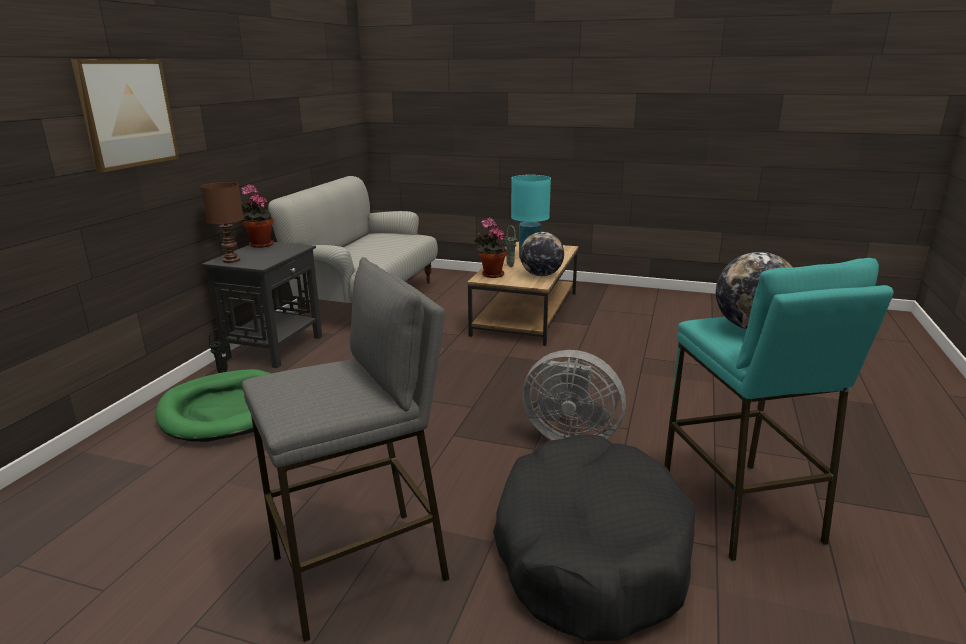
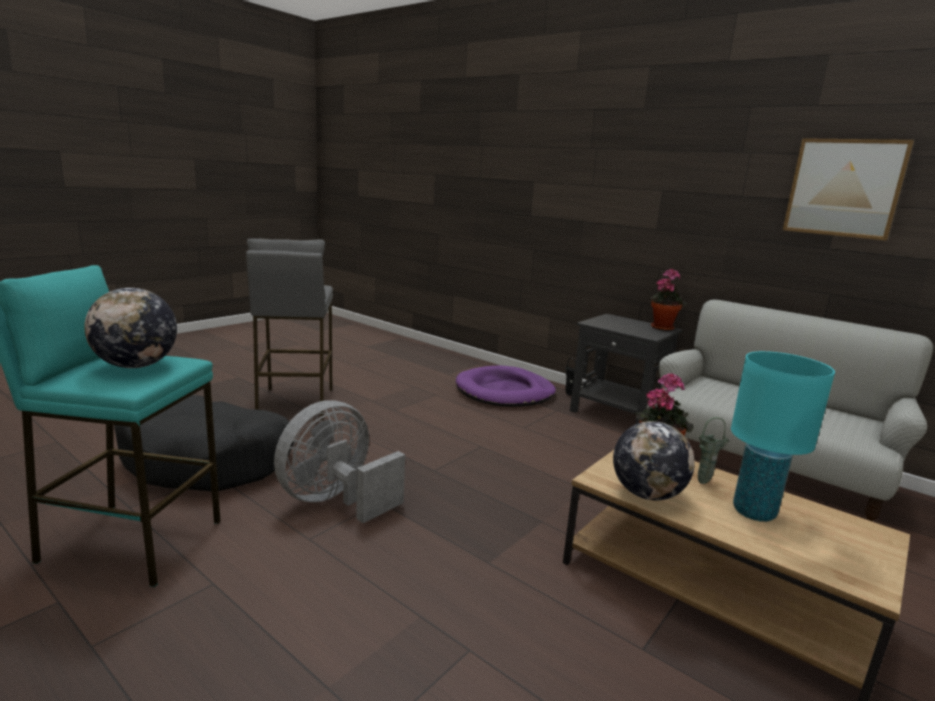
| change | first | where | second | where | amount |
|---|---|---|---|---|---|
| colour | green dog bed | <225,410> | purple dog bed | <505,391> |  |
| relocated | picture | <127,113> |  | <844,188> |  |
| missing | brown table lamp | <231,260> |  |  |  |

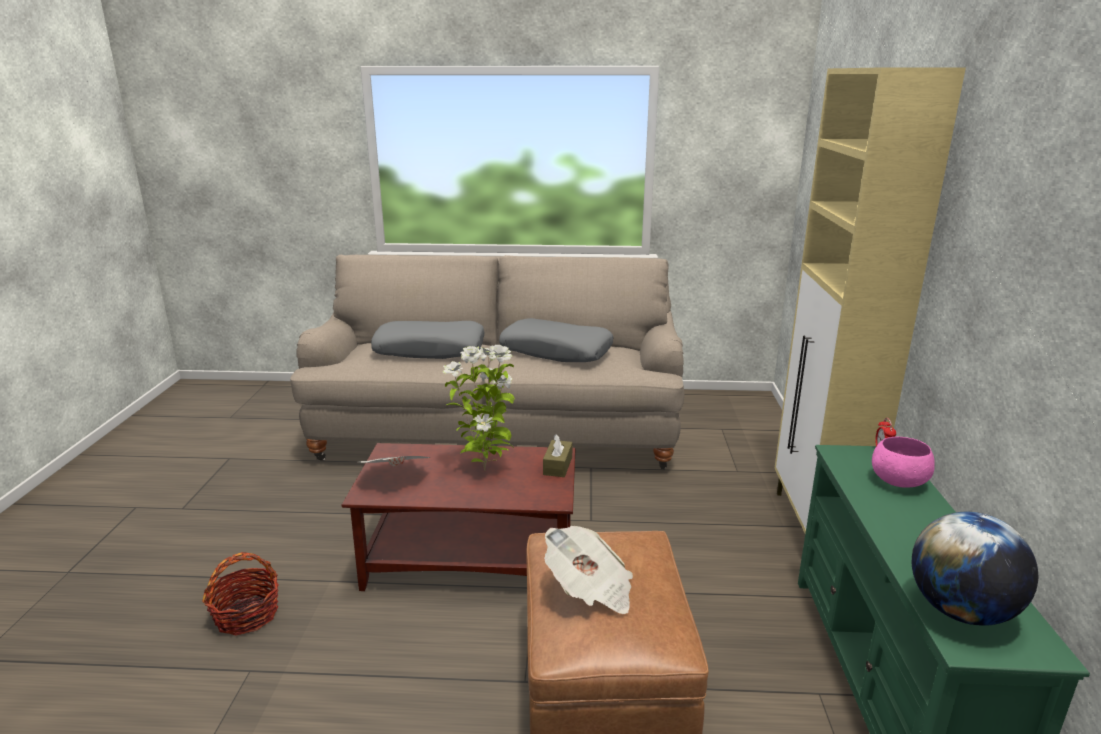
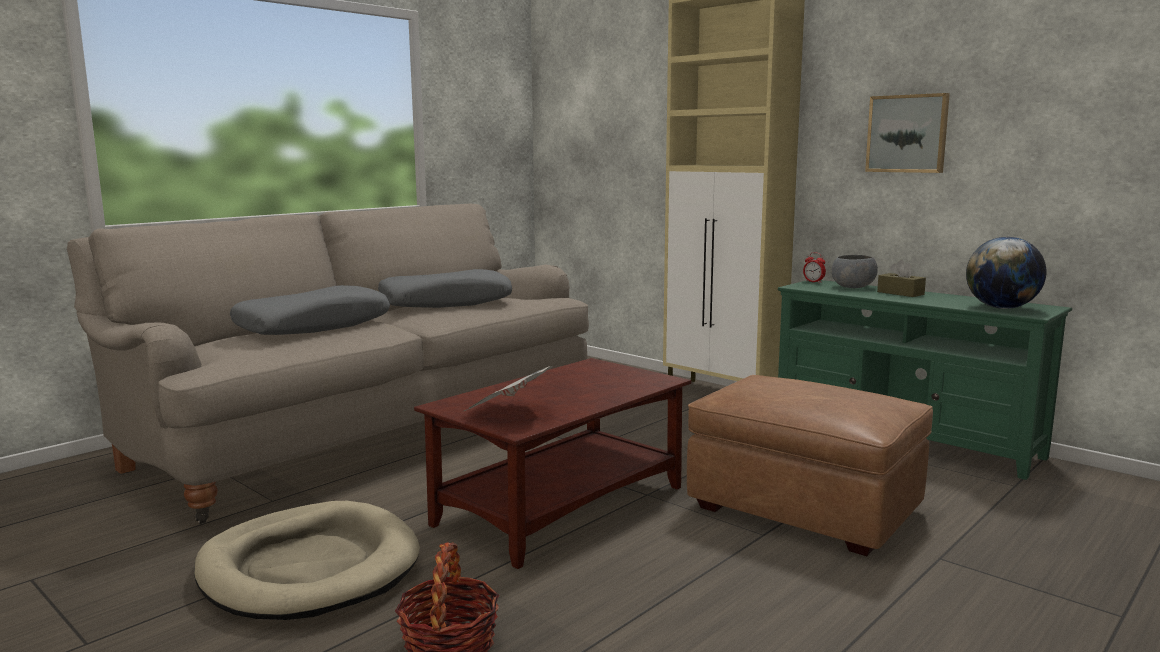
| change | first | where | second | where | amount |
|---|---|---|---|---|---|
| appeared |  |  | beige dog bed | <309,568> |  |
| colour | pink bowl | <898,481> | grey bowl | <852,287> |  |
| appeared |  |  | picture | <907,133> |  |
| relocated | brown tissue box | <557,466> |  | <900,293> |  |
| missing | potted plant | <485,469> |  |  |  |
| missing | newspaper | <590,589> |  |  |  |

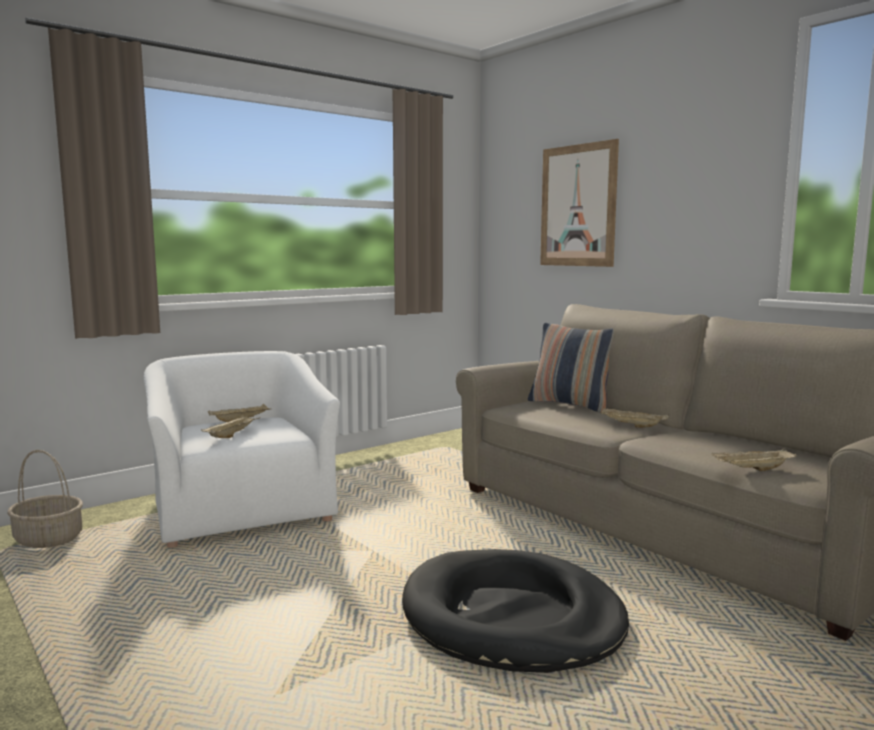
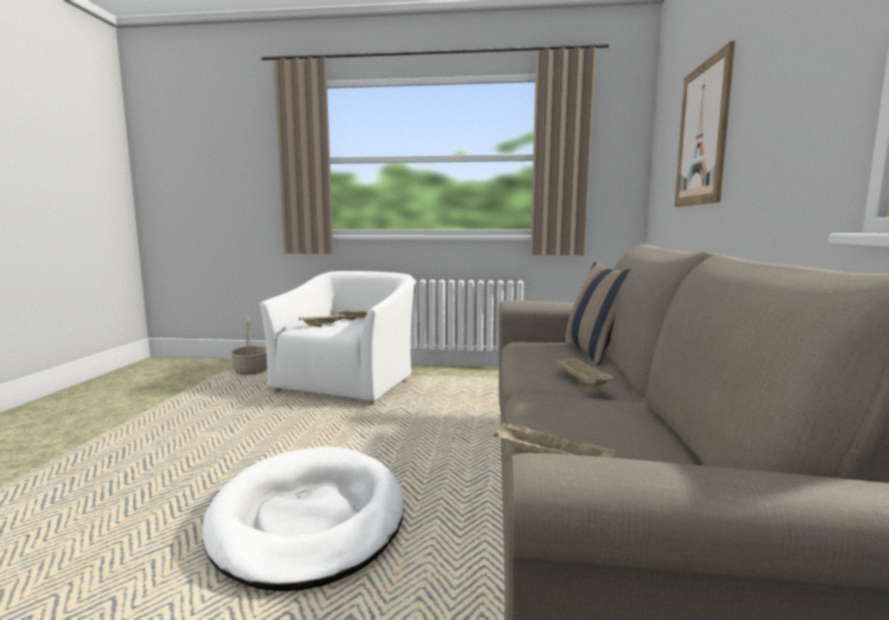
| change | first | where | second | where | amount |
|---|---|---|---|---|---|
| colour | black dog bed | <511,617> | white dog bed | <308,519> |  |

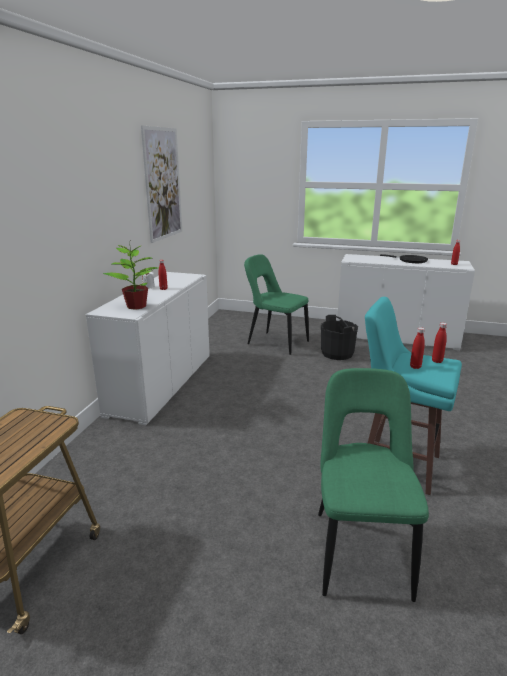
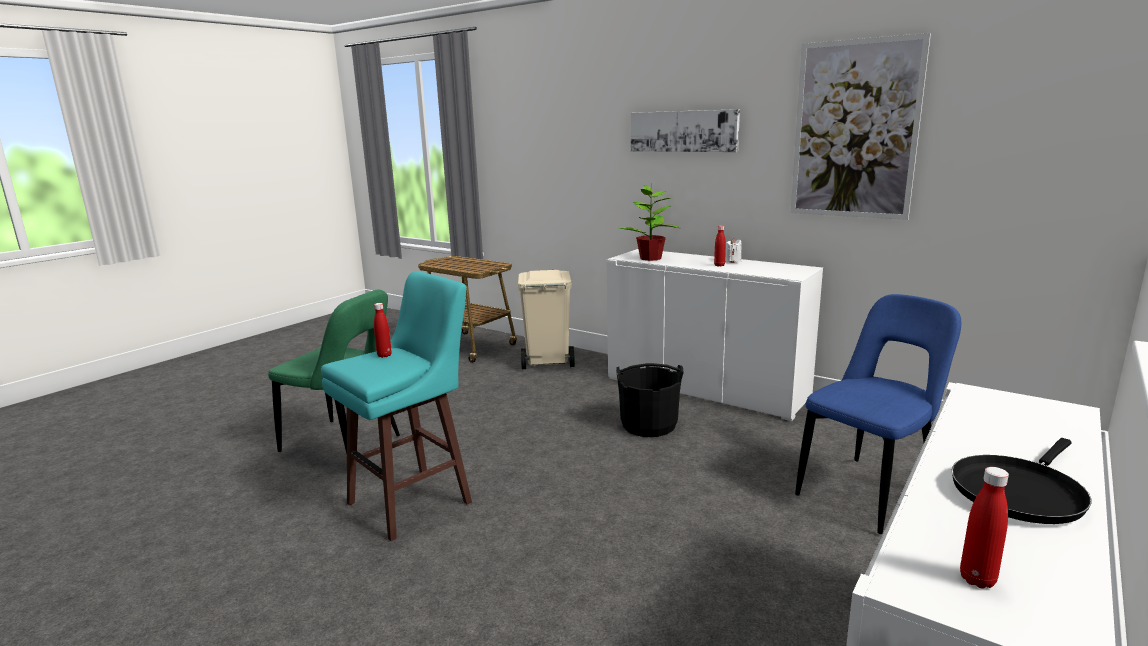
| change | first | where | second | where | amount |
|---|---|---|---|---|---|
| appeared |  |  | beige trash can | <547,363> |  |
| relocated | black bucket | <337,353> |  | <648,425> |  |
| appeared |  |  | picture | <683,131> |  |
| colour | green chair | <275,342> | blue chair | <870,492> |  |
| missing | red bottle | <437,361> |  |  |  |

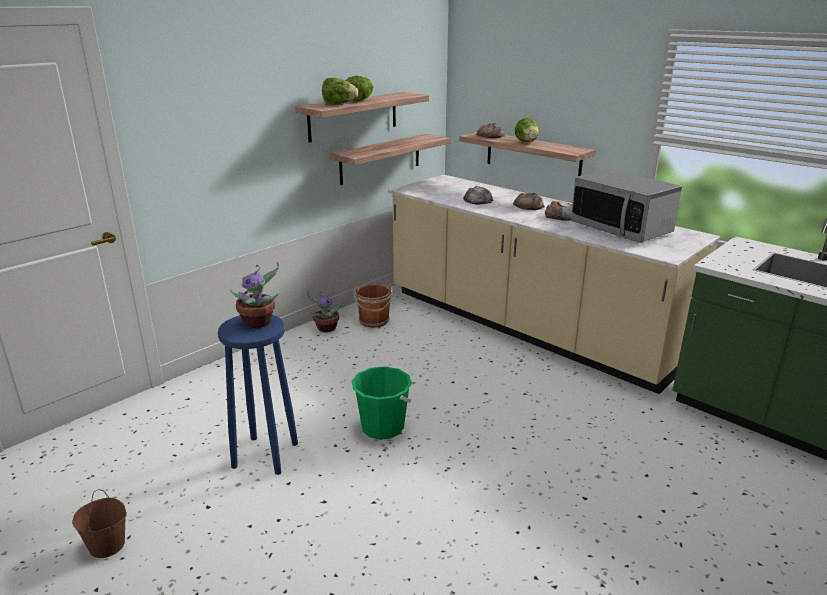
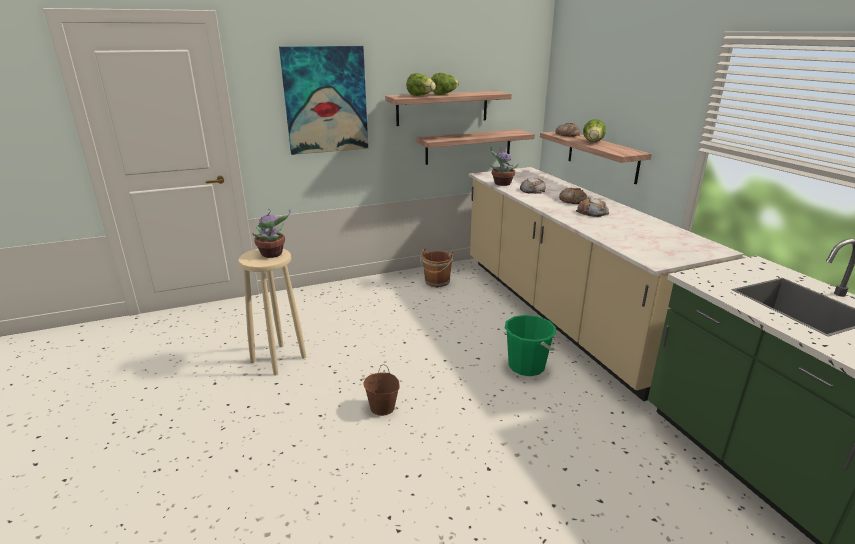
| change | first | where | second | where | amount |
|---|---|---|---|---|---|
| colour | blue stool | <266,454> | beige stool | <279,359> |  |
| appeared |  |  | picture | <326,100> |  |
| relocated | brown bucket | <108,545> |  | <383,407> |  |
| relocated | potted plant | <325,328> |  | <501,184> |  |
| relocated | green bucket | <382,427> |  | <526,366> |  |
| missing | microwave | <621,229> |  |  |  |

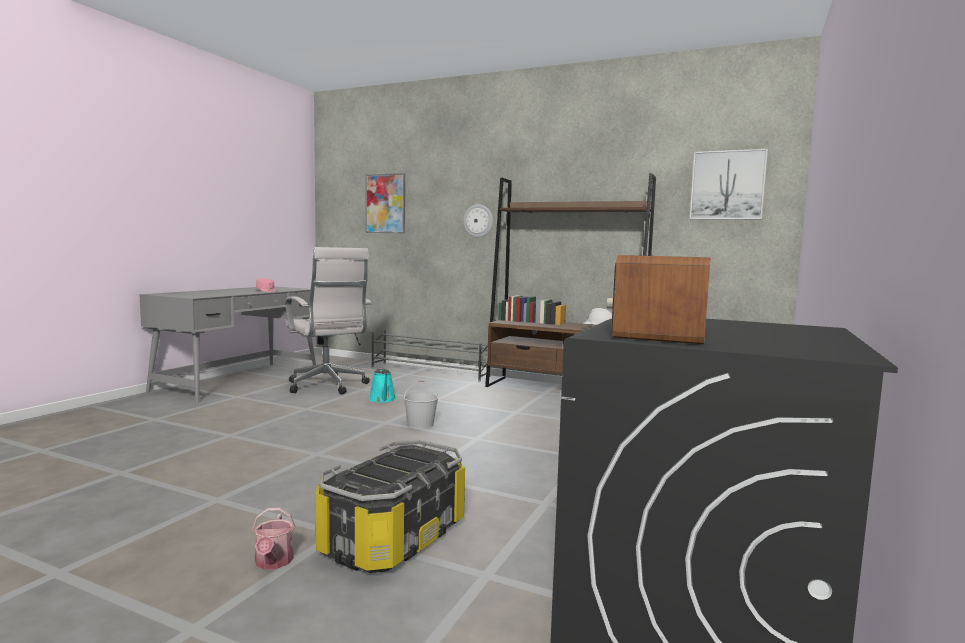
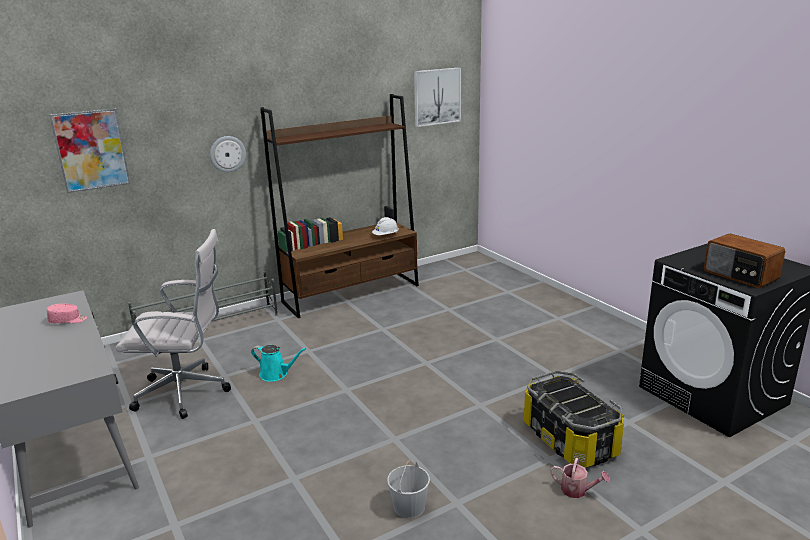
| change | first | where | second | where | amount |
|---|---|---|---|---|---|
| relocated | white bucket | <421,424> |  | <409,506> |  |

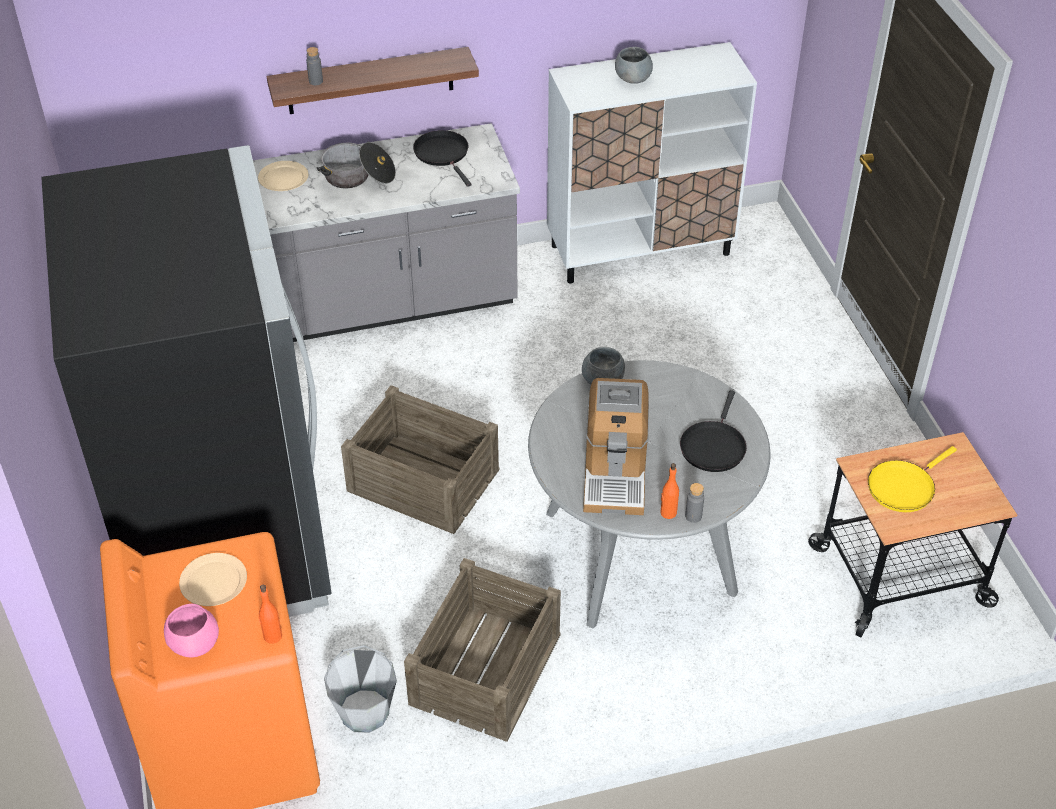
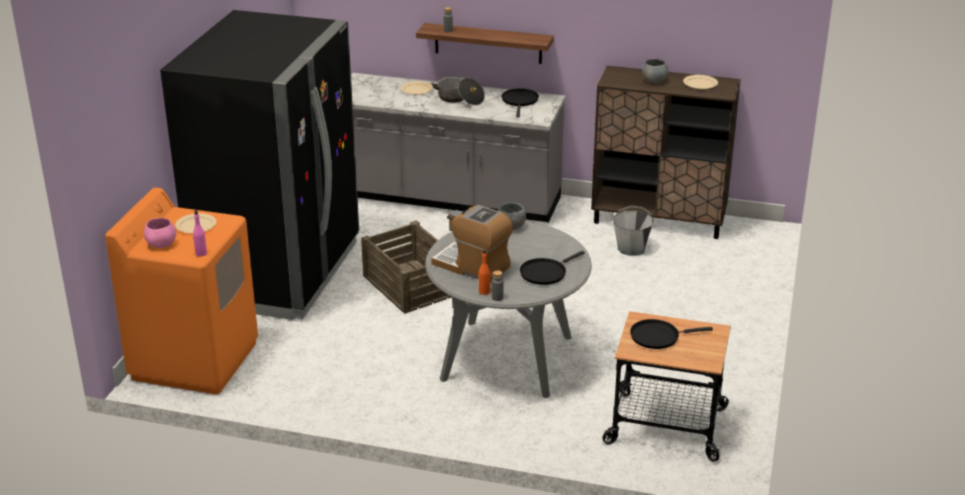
| change | first | where | second | where | amount |
|---|---|---|---|---|---|
| colour | orange bottle | <272,636> | pink bottle | <201,253> |  |
| spun | coffee machine | <615,473> |  | <472,266> | 90 degrees clockwise |
| colour | white cabinet | <641,249> | brown cabinet | <659,220> |  |
| relocated | grey bucket | <365,711> |  | <631,248> |  |
| colour | yellow frying pan | <903,487> | black frying pan | <658,337> |  |
| appeared |  |  | beige plate | <700,84> |  |
| missing | crate | <484,669> |  |  |  |

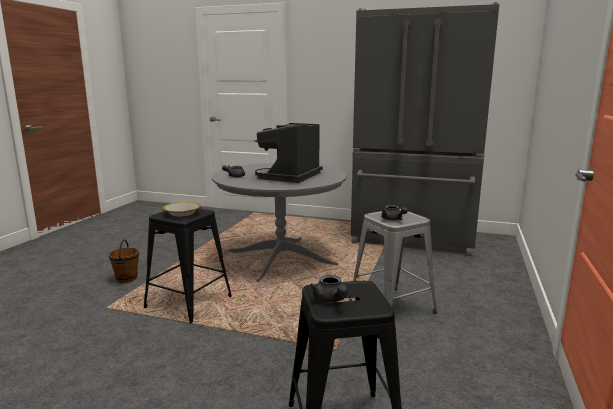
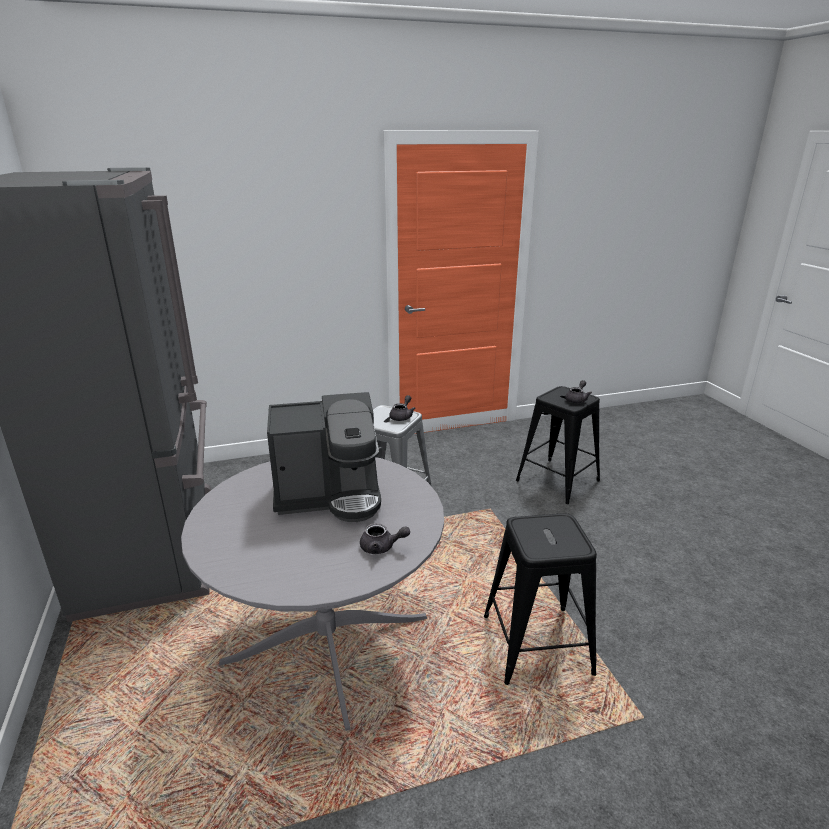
| change | first | where | second | where | amount |
|---|---|---|---|---|---|
| missing | brown bucket | <127,279> |  |  |  |
| missing | bowl | <182,214> |  |  |  |

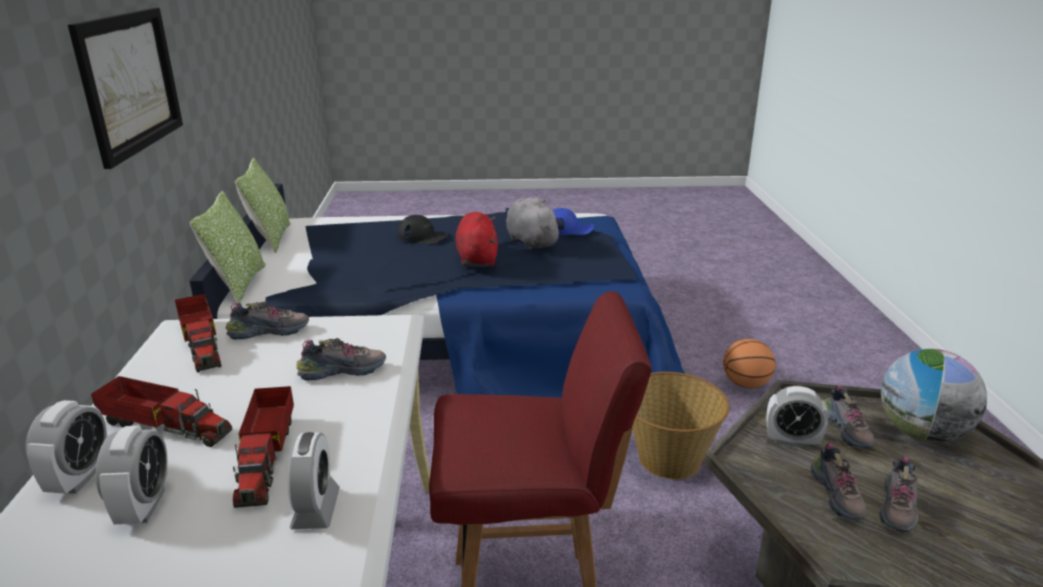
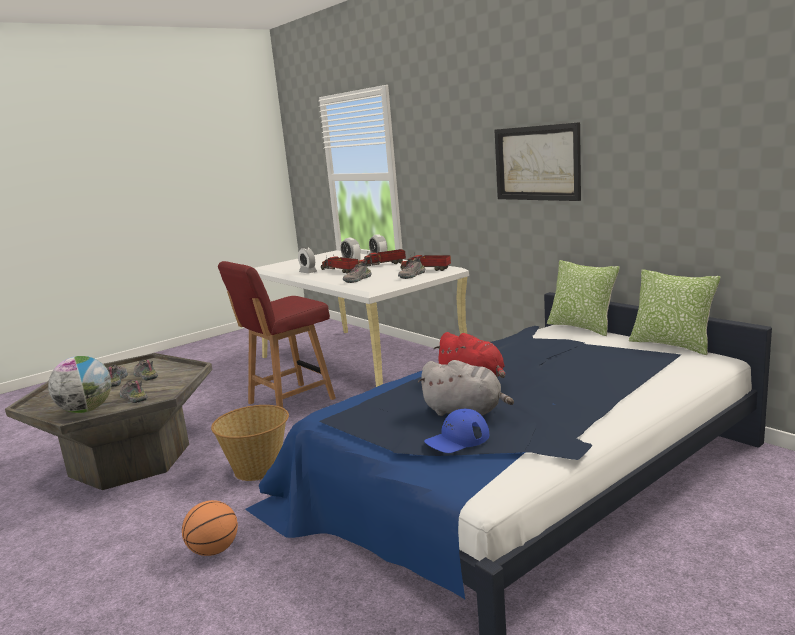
| change | first | where | second | where | amount |
|---|---|---|---|---|---|
| missing | black cap | <422,237> |  |  |  |
| missing | alarm clock | <791,441> |  |  |  |

